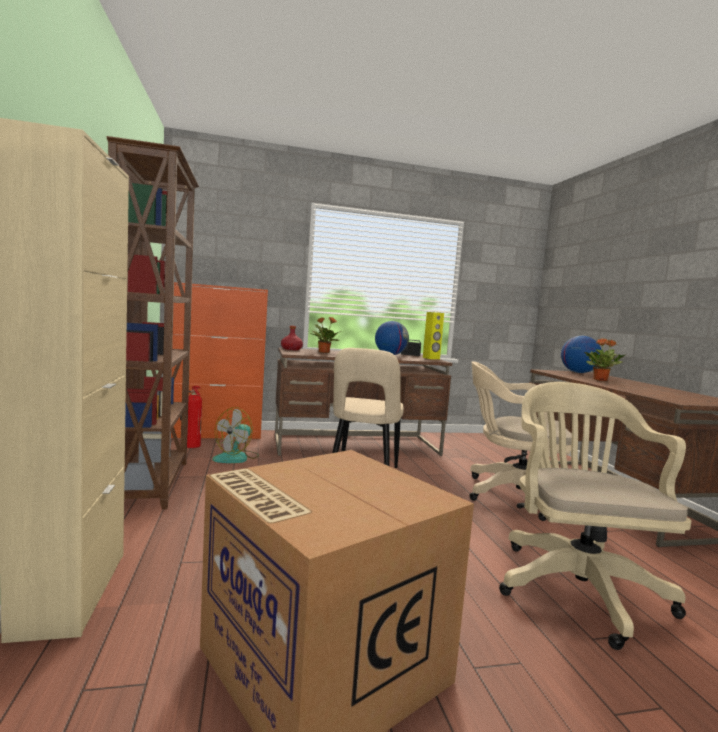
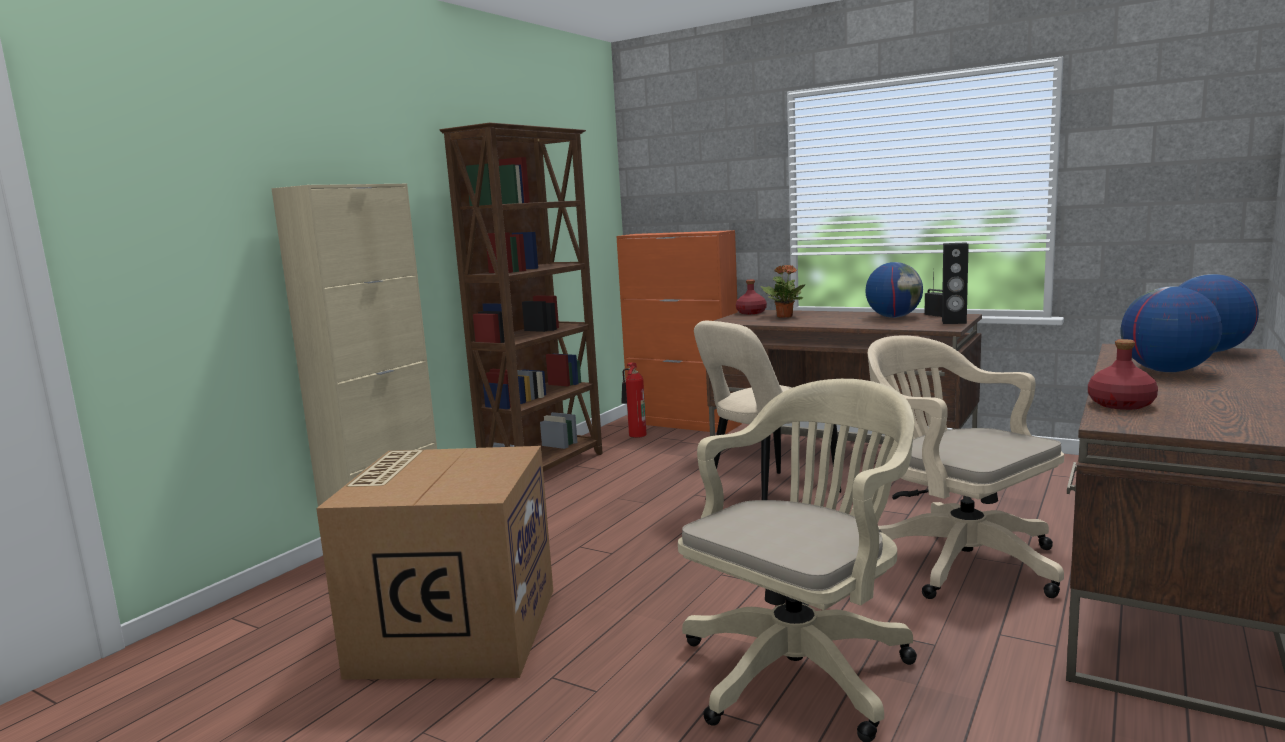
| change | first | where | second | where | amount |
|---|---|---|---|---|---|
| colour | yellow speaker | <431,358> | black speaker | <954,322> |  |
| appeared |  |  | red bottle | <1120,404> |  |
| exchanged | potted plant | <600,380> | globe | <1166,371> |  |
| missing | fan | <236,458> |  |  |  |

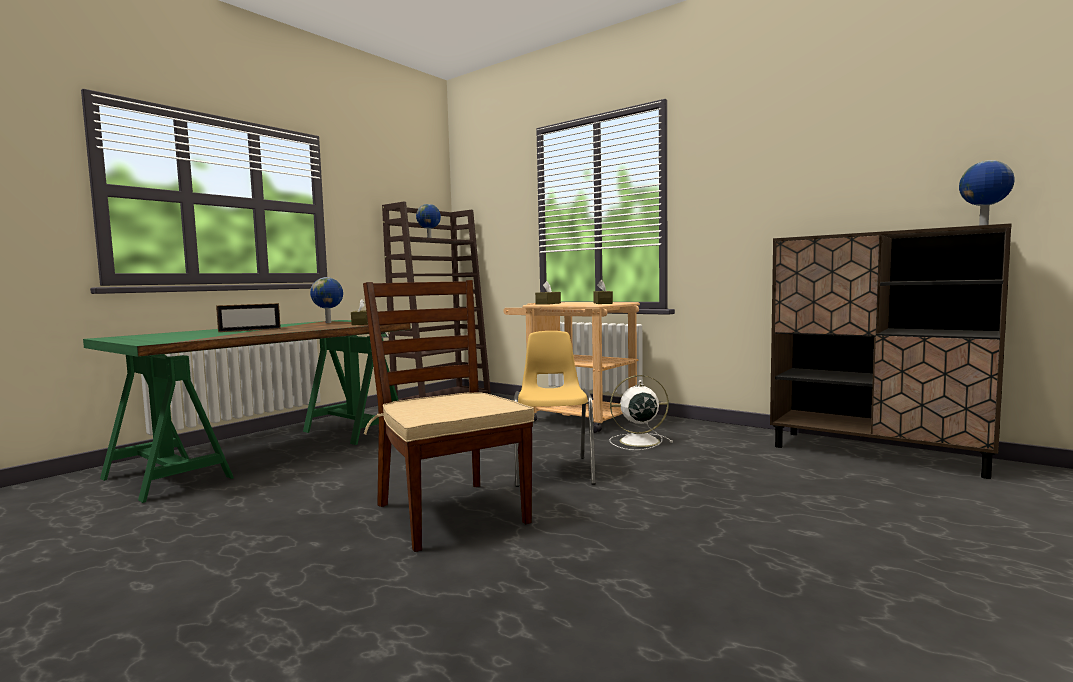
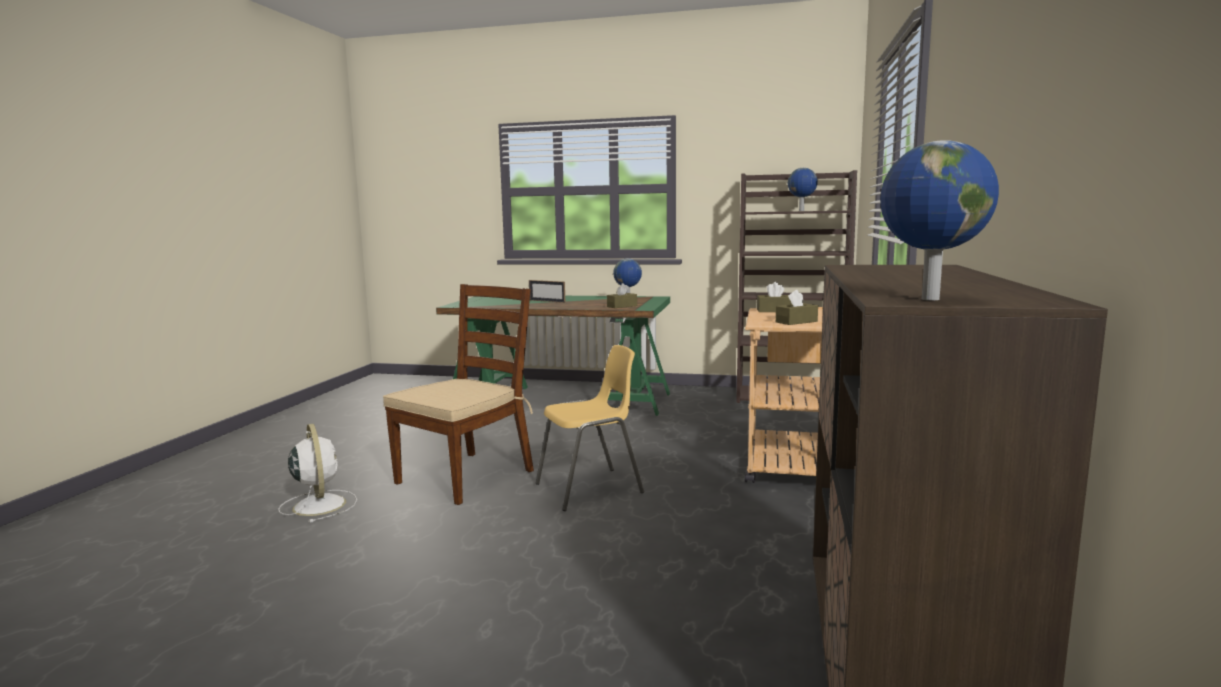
| change | first | where | second | where | amount |
|---|---|---|---|---|---|
| relocated | white fan | <637,441> |  | <319,504> |  |

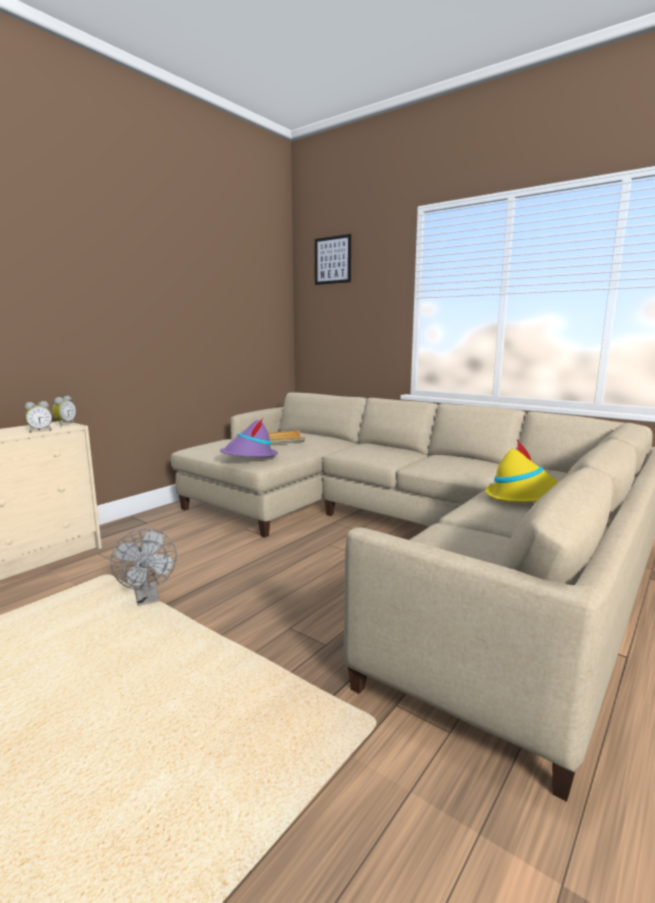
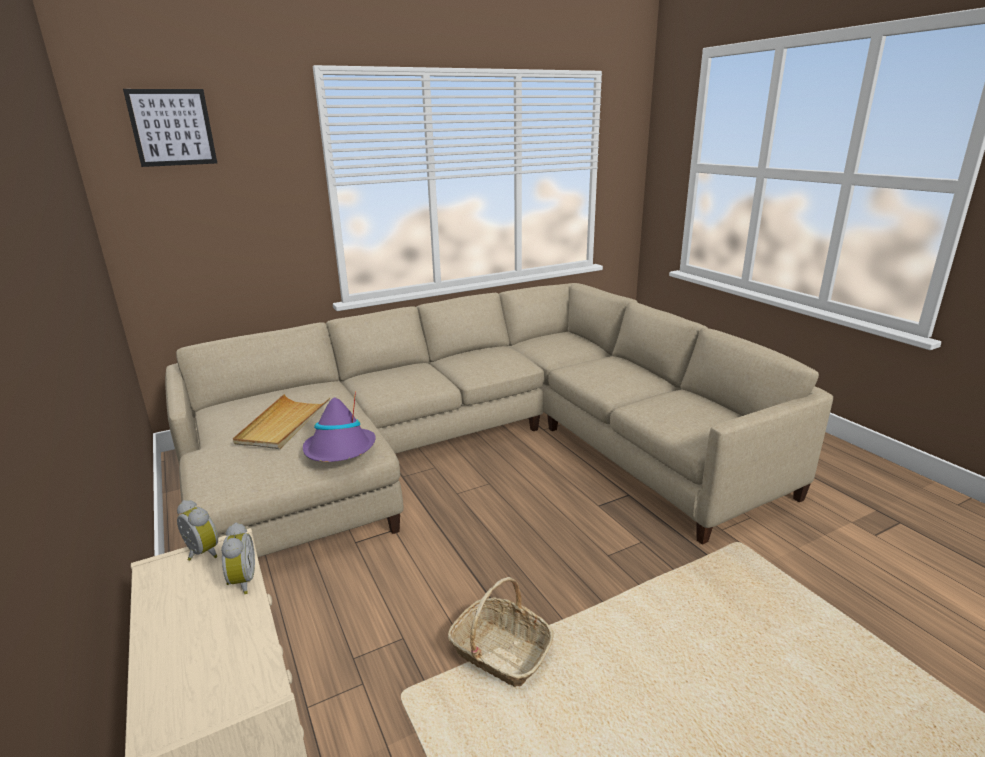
| change | first | where | second | where | amount |
|---|---|---|---|---|---|
| exchanged | grey fan | <148,599> | basket | <500,652> |  |
| missing | yellow hat | <525,497> |  |  |  |

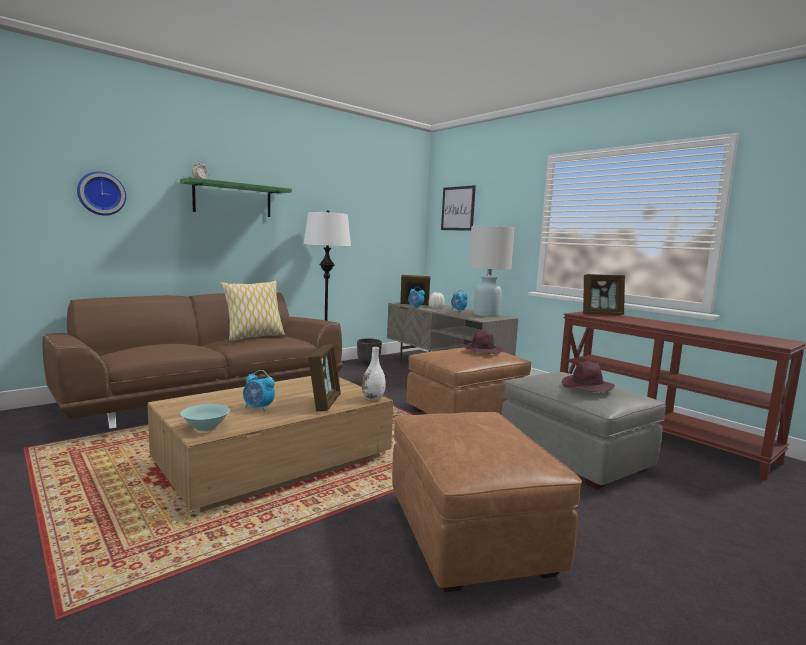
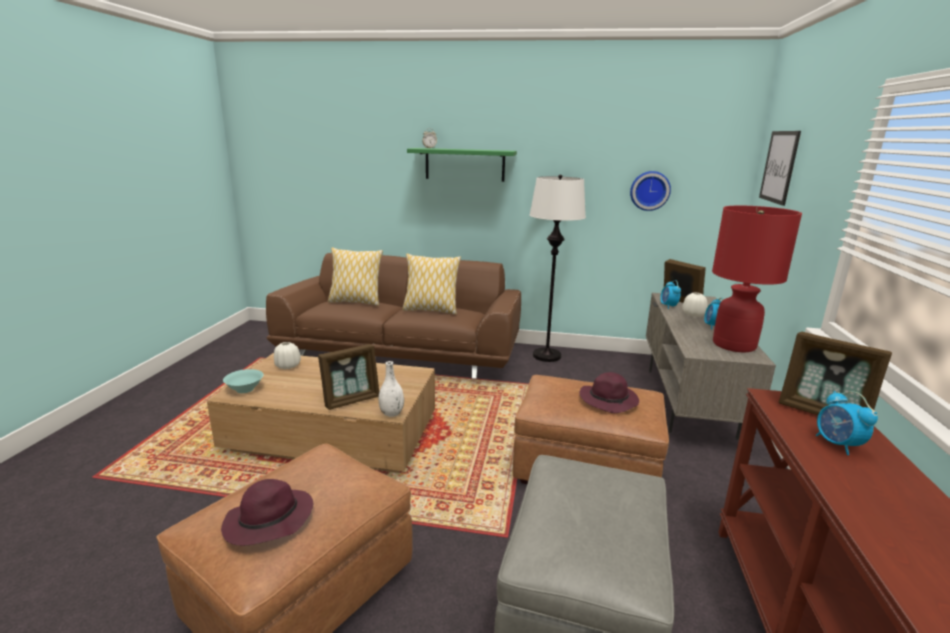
| change | first | where | second | where | amount |
|---|---|---|---|---|---|
| relocated | purple hat | <587,387> |  | <268,522> |  |
| appeared |  |  | white vase | <287,366> |  |
| appeared |  |  | pillow | <355,302> |  |
| relocated | wall clock | <101,193> |  | <649,190> |  |
| colour | white table lamp | <486,315> | red table lamp | <734,345> |  |
| relocated | alarm clock | <258,408> |  | <837,444> |  |
| missing | black planter | <369,362> |  |  |  |

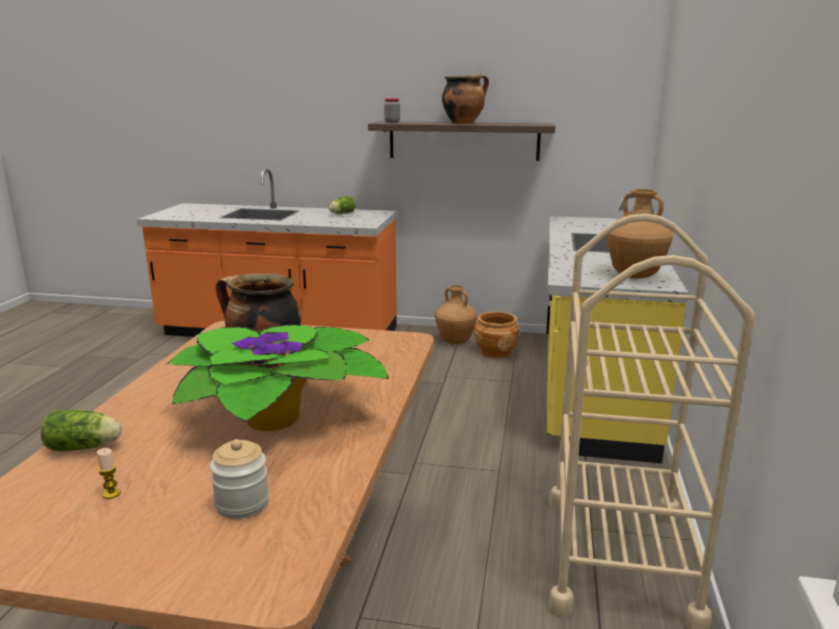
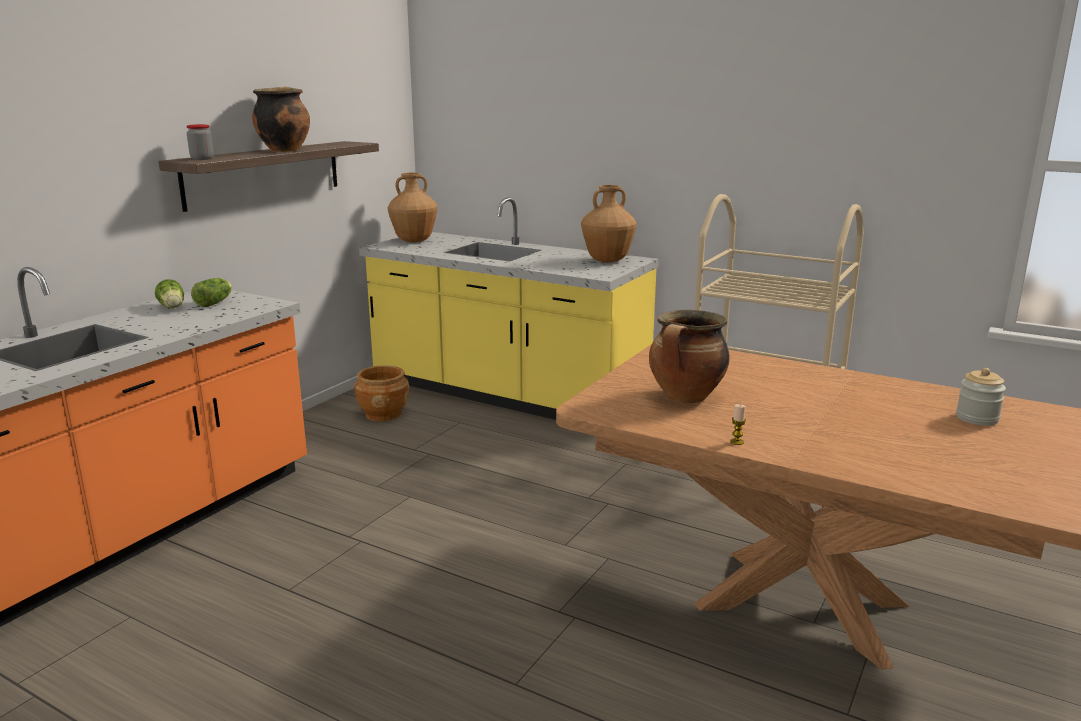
| change | first | where | second | where | amount |
|---|---|---|---|---|---|
| relocated | lettuce | <85,447> |  | <215,302> |  |
| relocated | brown vase | <455,342> |  | <414,241> |  |
| relocated | candle | <111,494> |  | <736,442> |  |
| missing | potted plant | <278,416> |  |  |  |

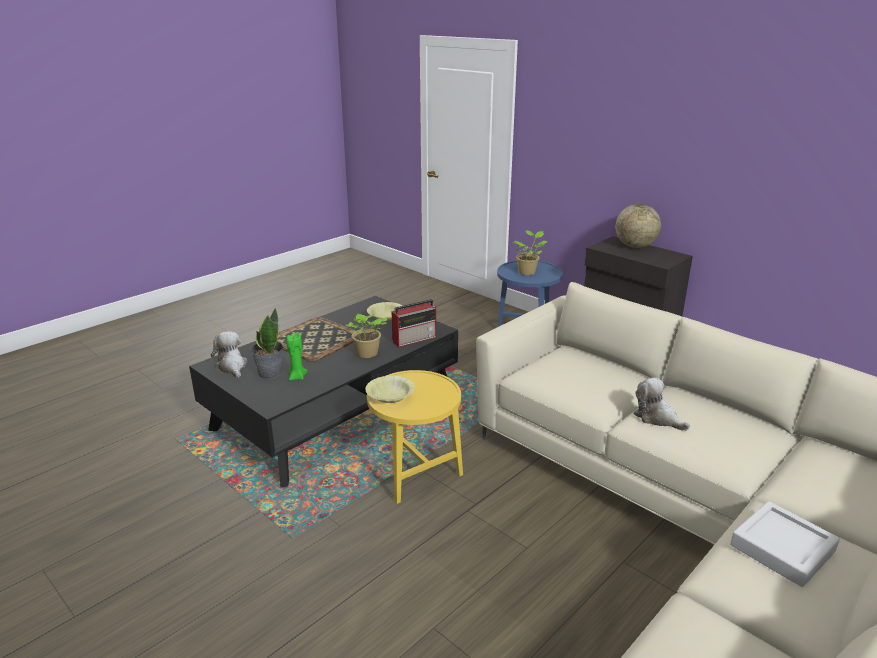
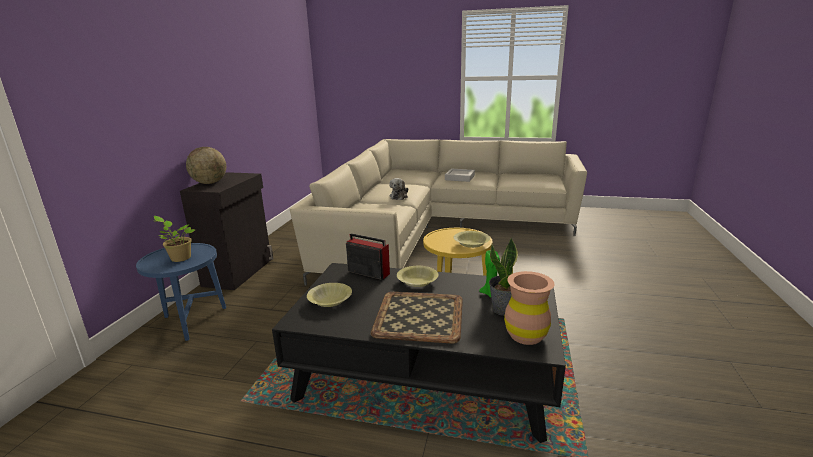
| change | first | where | second | where | amount |
|---|---|---|---|---|---|
| exchanged | potted plant | <366,354> | yellow bowl | <417,281> |  |
| exchanged | plush toy | <232,366> | brown vase | <526,335> |  |

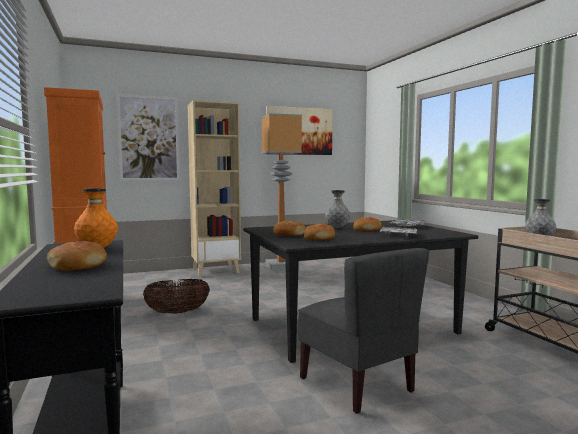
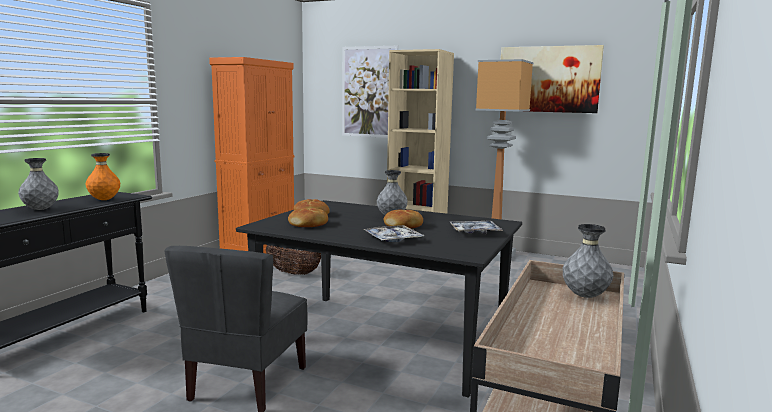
| change | first | where | second | where | amount |
|---|---|---|---|---|---|
| exchanged | bread | <78,265> | grey vase | <41,209> |  |

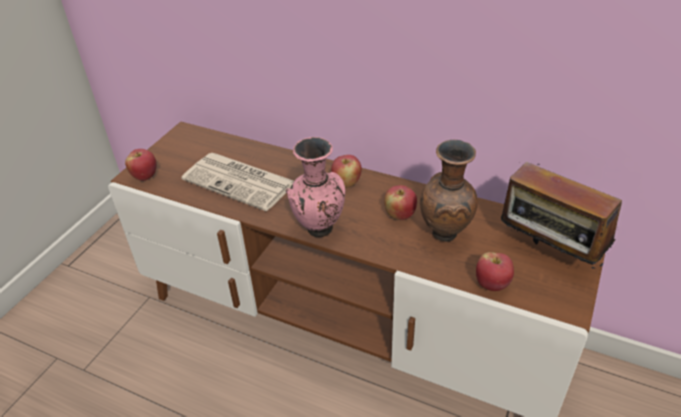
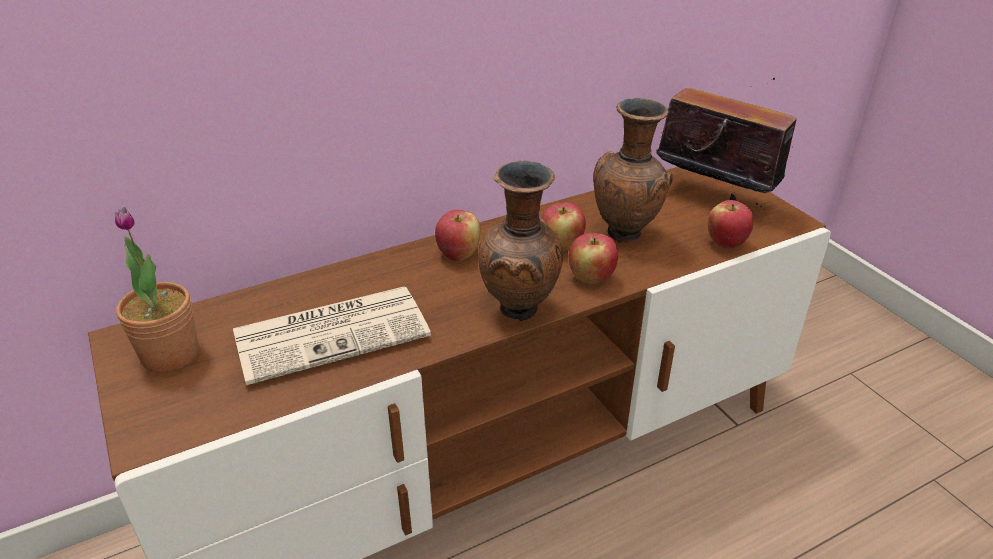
| change | first | where | second | where | amount |
|---|---|---|---|---|---|
| appeared |  |  | potted plant | <170,355> |  |
| colour | pink vase | <319,231> | brown vase | <520,312> |  |
| relocated | apple | <145,176> |  | <591,278> |  |
| spun | radio | <548,255> |  | <713,197> | 135 degrees counterclockwise |

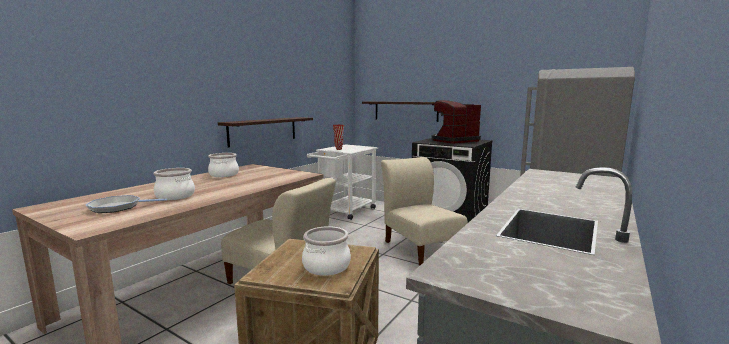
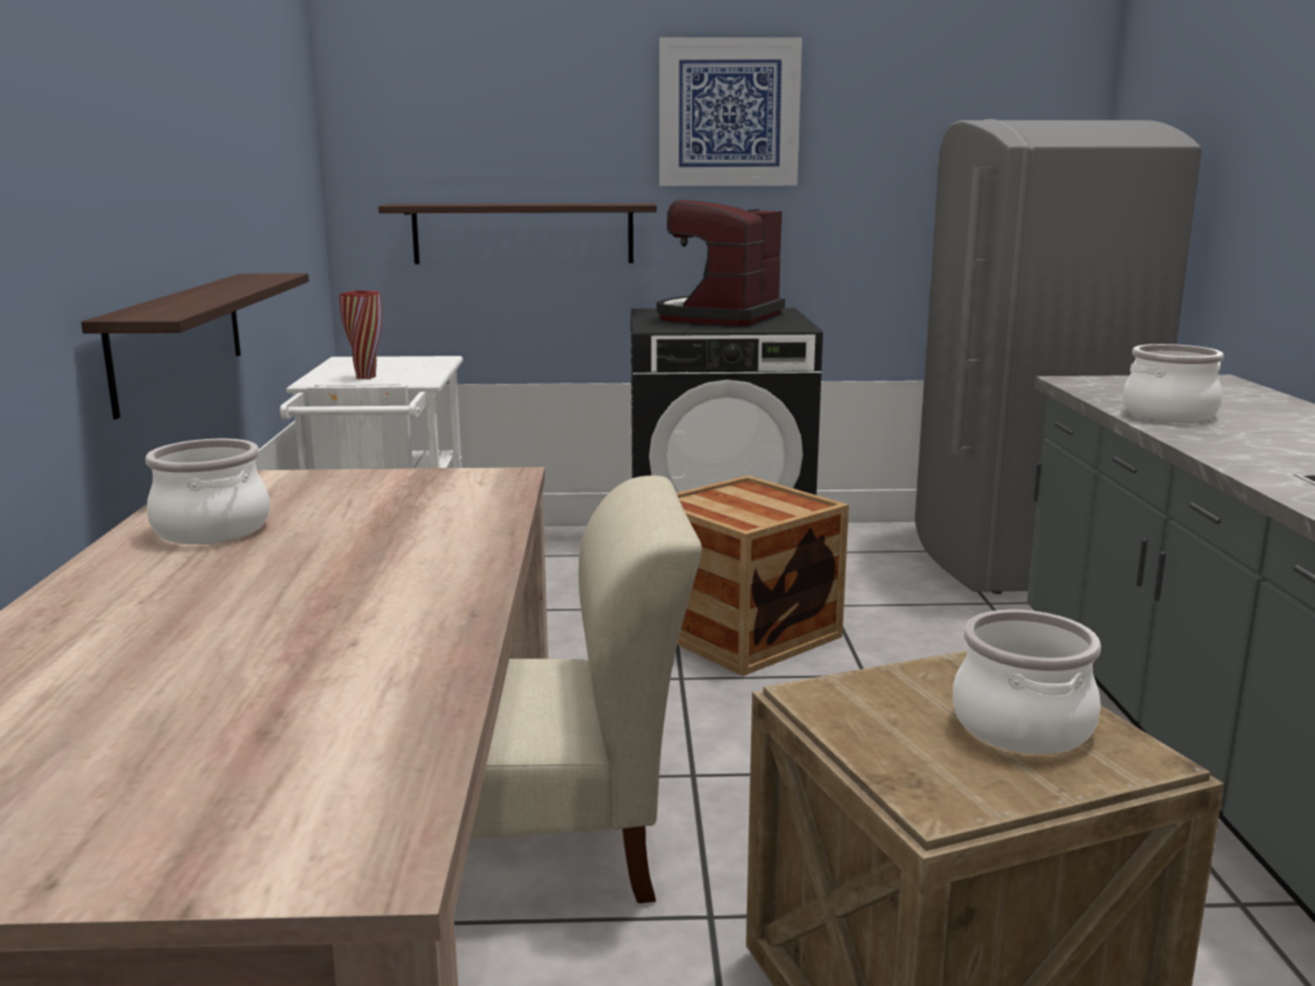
| change | first | where | second | where | amount |
|---|---|---|---|---|---|
| appeared |  |  | picture | <729,113> |  |
| exchanged | beige chair | <420,247> | crate | <744,633> |  |
| relocated | cooking pot | <175,196> |  | <1169,414> |  |
| missing | frying pan | <118,207> |  |  |  |

